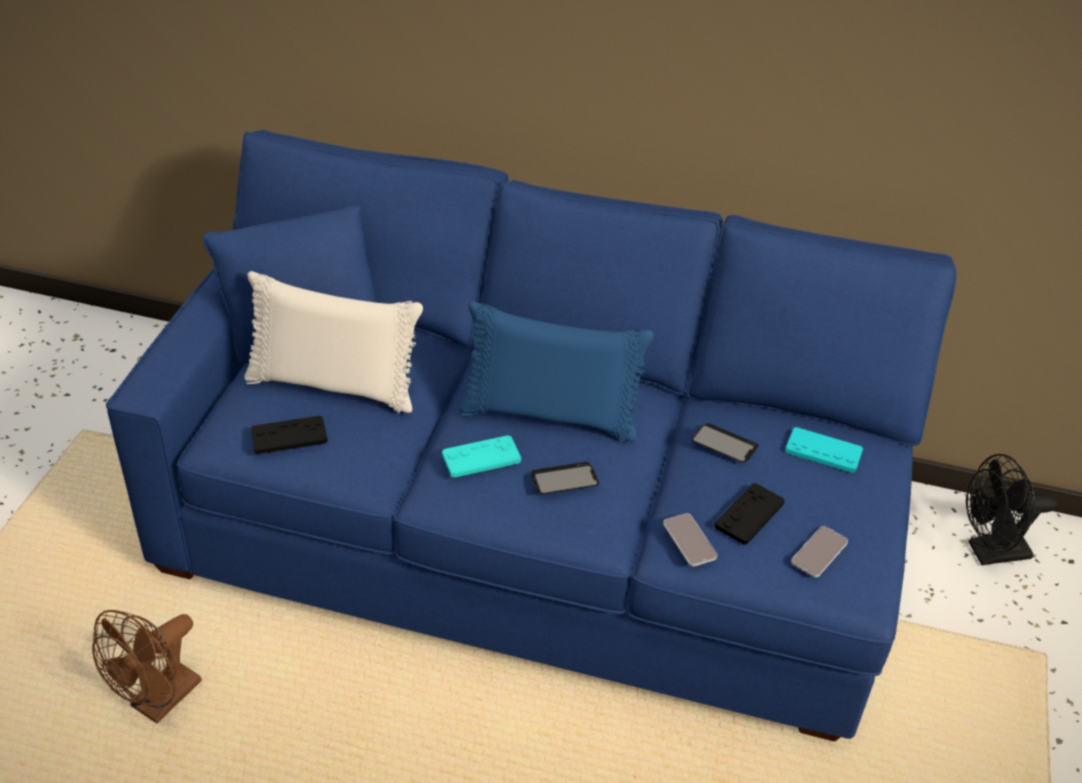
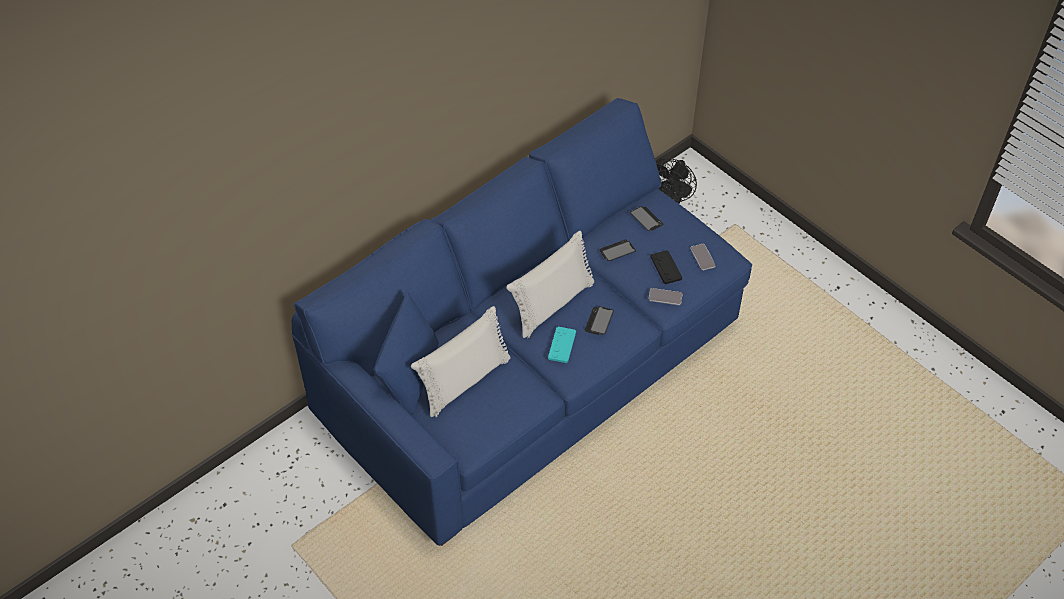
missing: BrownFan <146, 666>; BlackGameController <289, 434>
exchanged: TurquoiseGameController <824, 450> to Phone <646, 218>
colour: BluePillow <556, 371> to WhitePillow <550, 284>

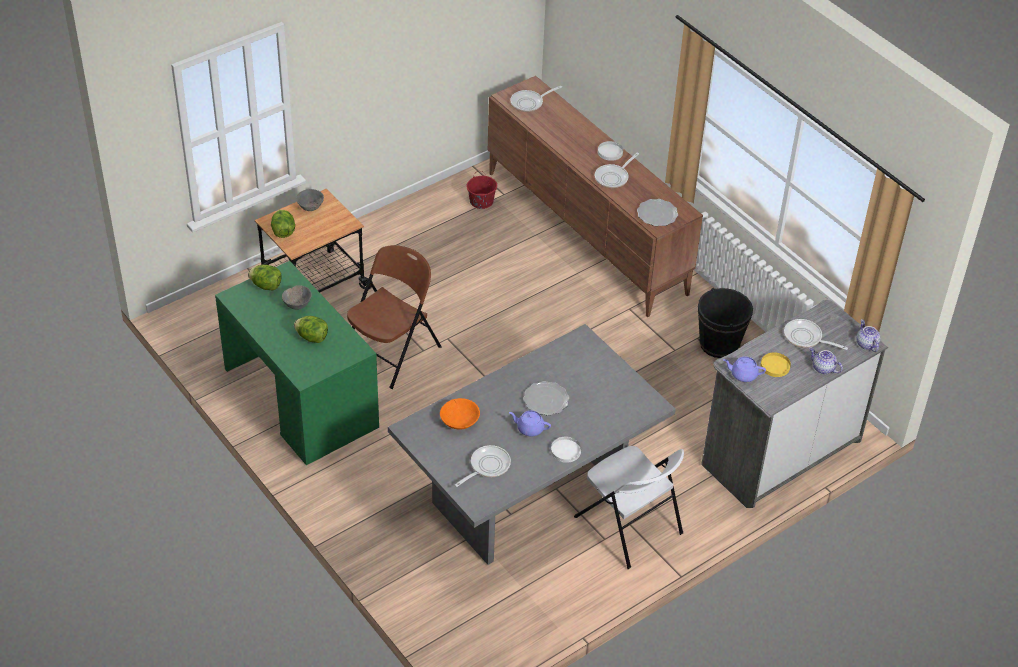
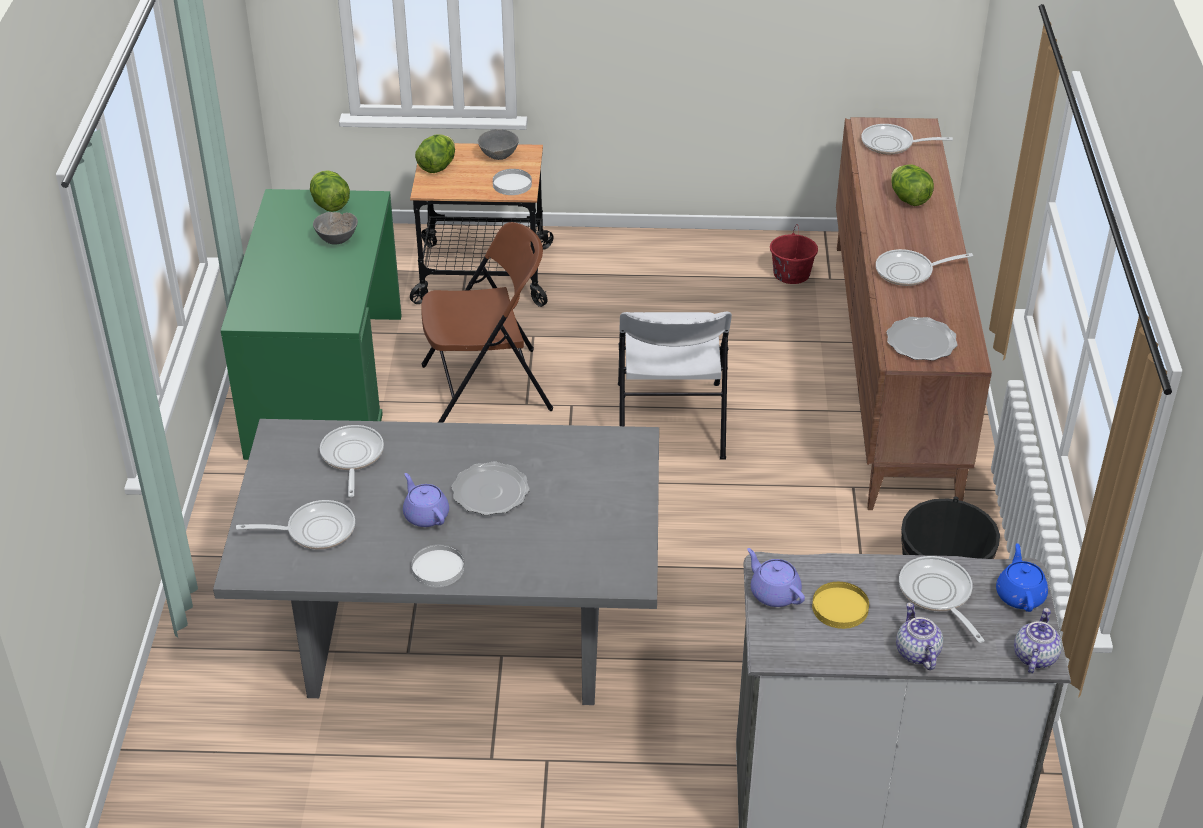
appeared: BlueTeapot <1022, 577>
relocated: WhitePlate <610, 151> to <512, 182>; WhiteChair <629, 507> to <675, 386>; Lettuce <311, 329> to <912, 185>
exchanged: OrangeBowl <460, 413> to FryingPan <352, 461>

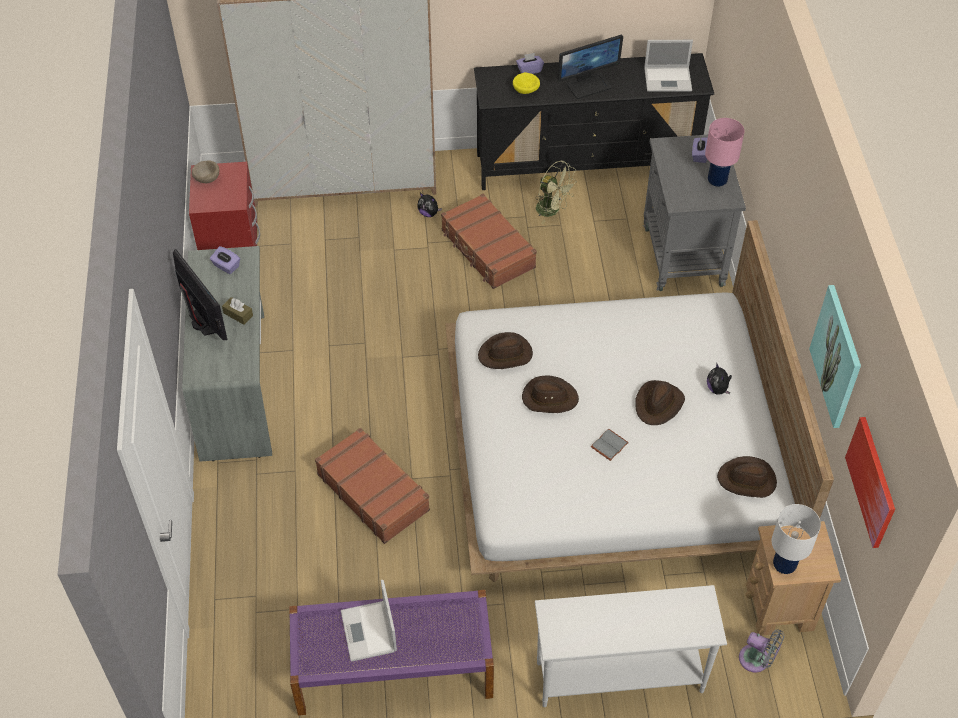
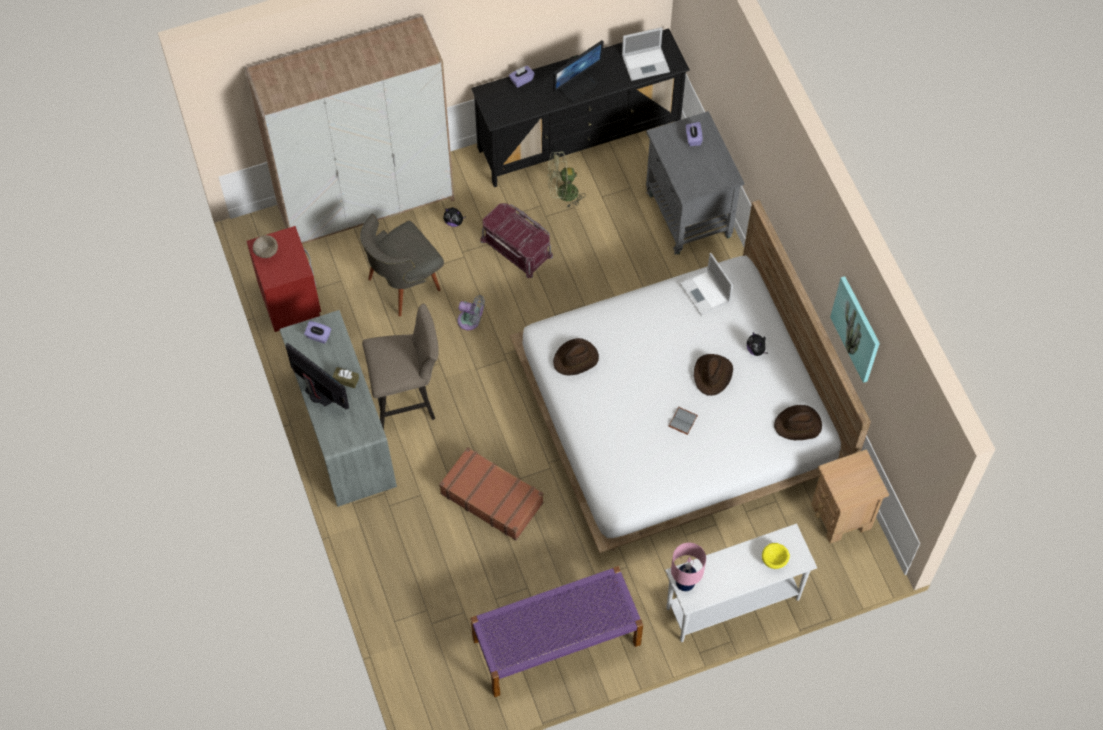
missing: BrownHat <550, 394>; WhiteTableLamp <796, 539>; Picture <870, 482>
appeared: GreyChair <402, 265>; BeigeStool <400, 367>
relocated: GreyFan <761, 651> to <471, 312>; PinkTableLamp <724, 152> to <688, 567>; Laptop <369, 621> to <706, 284>; YellowBowl <526, 83> to <776, 556>
exchanged: BrownSuitcase <489, 241> to RedStorageBox <516, 240>
spun: GreenFan <556, 192> = <565, 179> 150 degrees clockwise

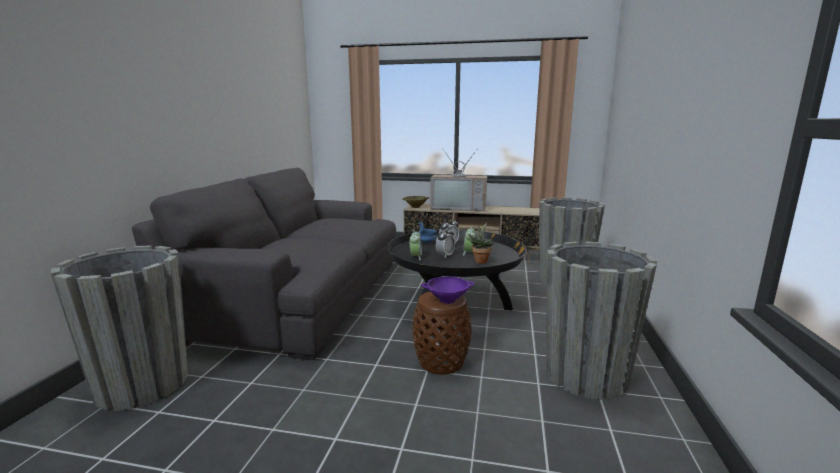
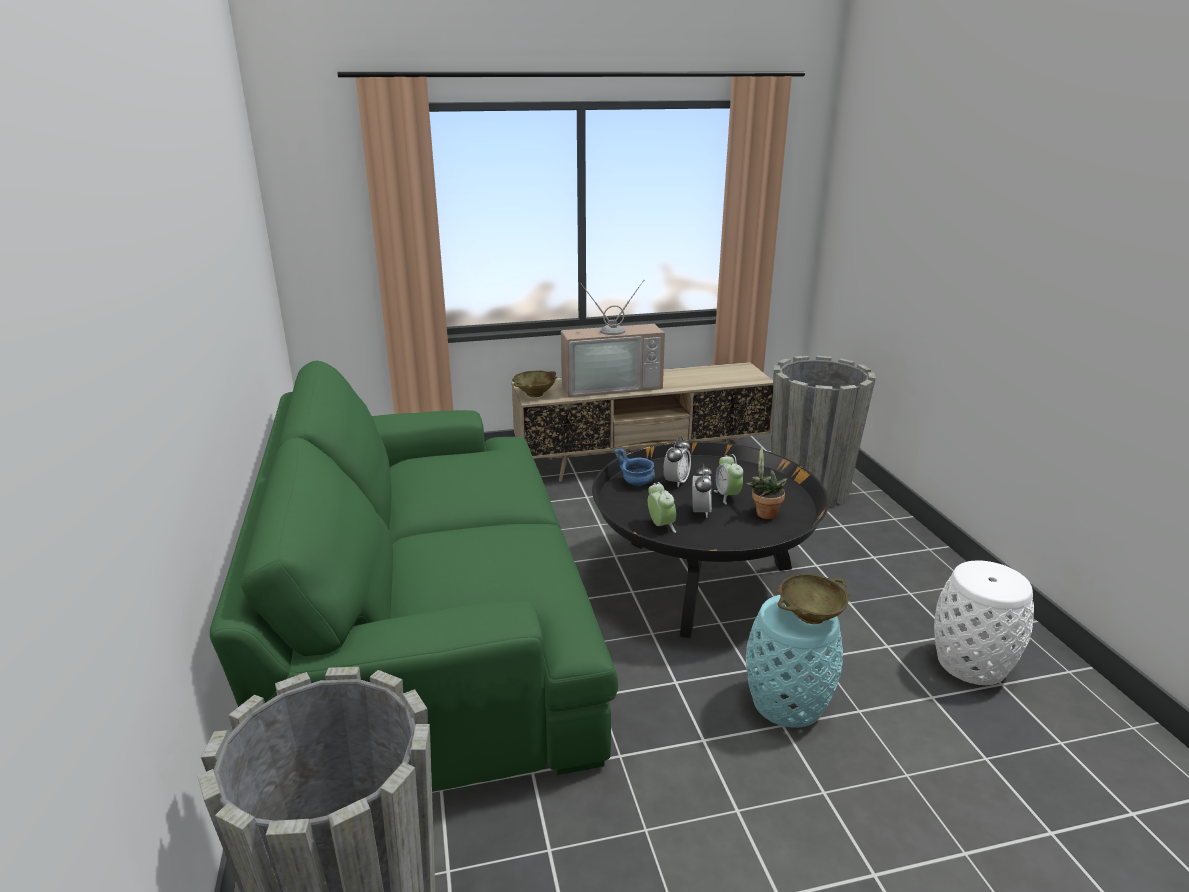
exchanged: GreyPlanter <601, 320> to WhiteStool <984, 622>
colour: GreySofa <264, 264> to GreenSofa <414, 576>; BrownStool <441, 333> to TurquoiseStool <794, 661>; PurpleBowl <448, 290> to BeigeBowl <813, 599>

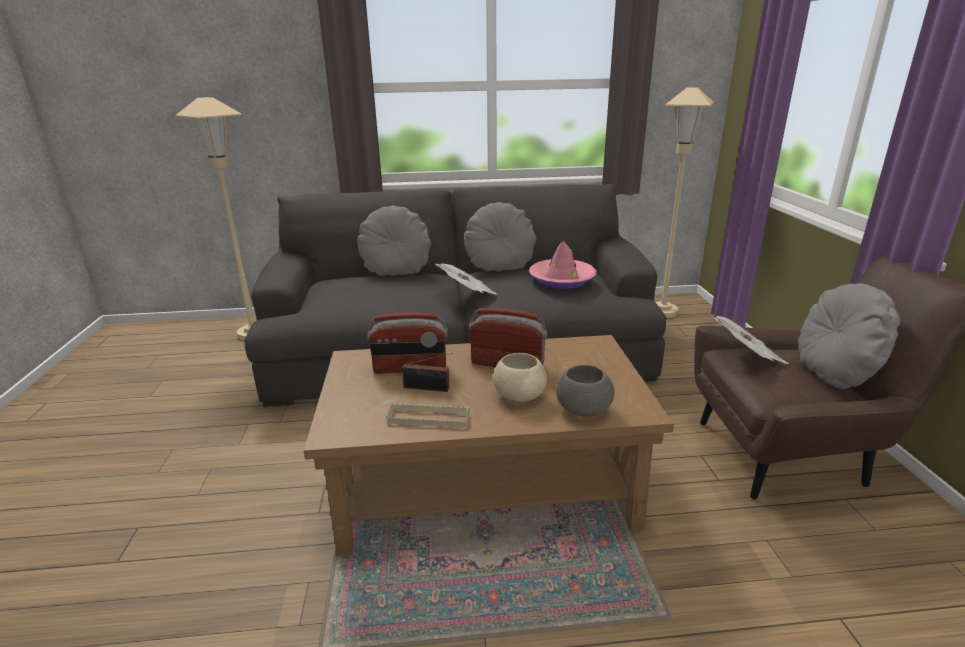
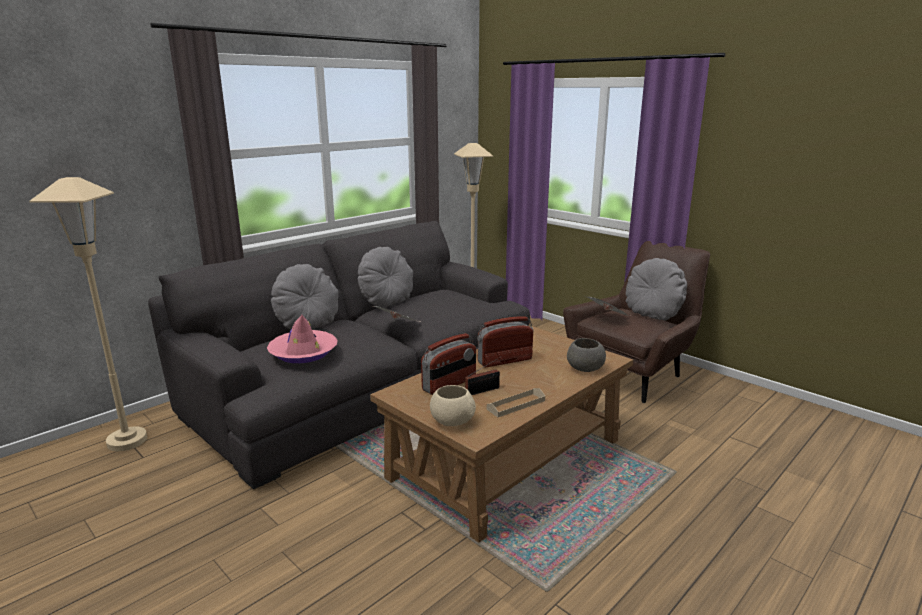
relocated: PinkHat <563, 264> to <302, 339>; BeigeBowl <520, 377> to <453, 405>

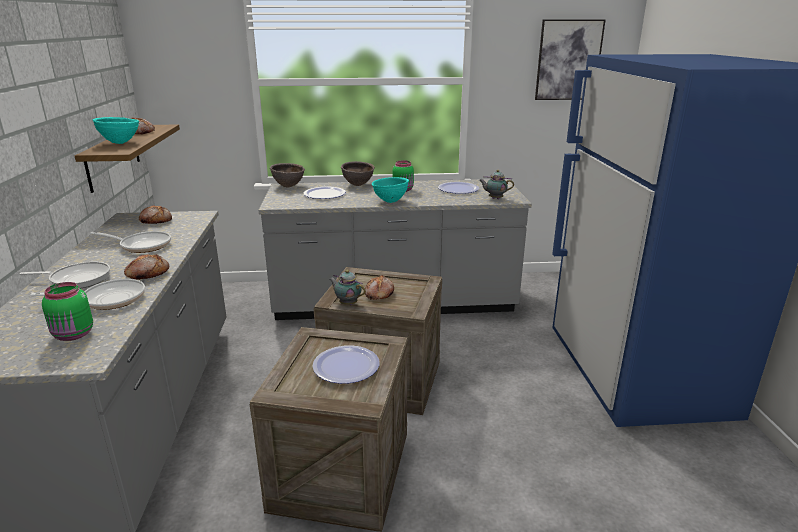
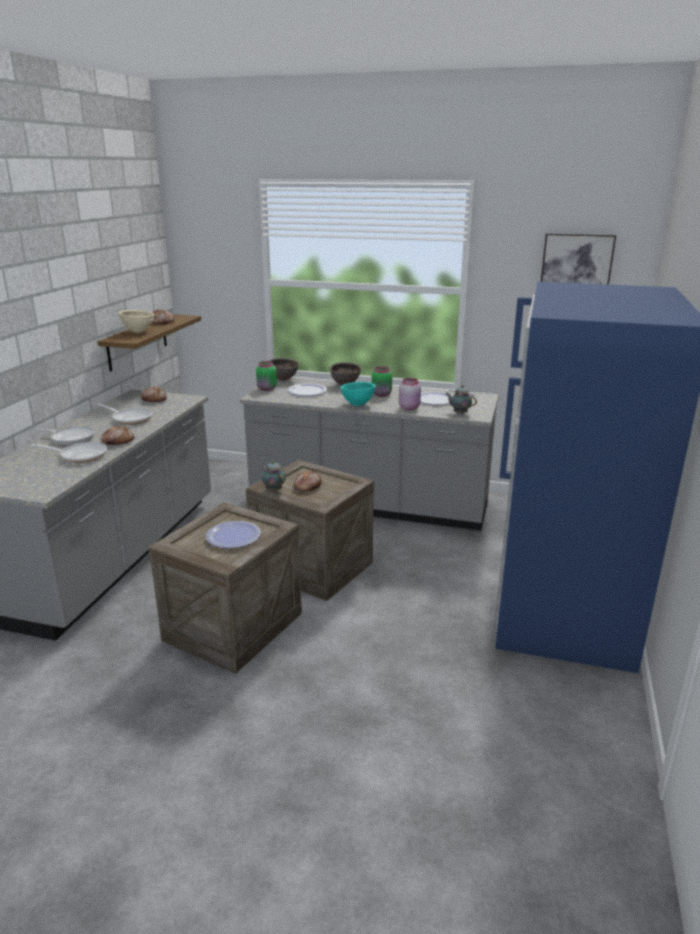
appeared: PinkJar <410, 394>
relocated: GreenJar <67, 311> to <266, 376>
colour: TurquoiseBowl <116, 130> to BeigeBowl <136, 321>

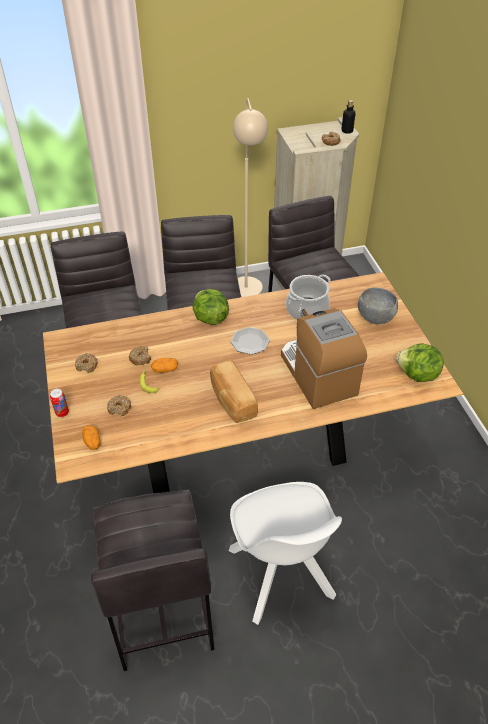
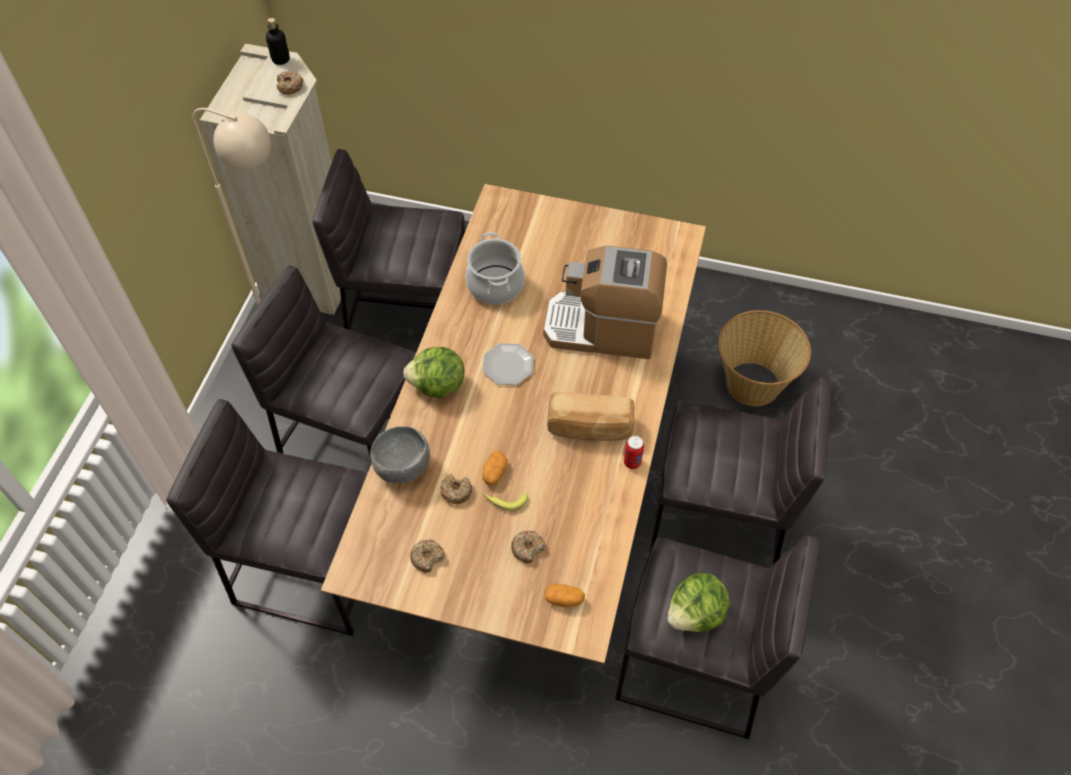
appeared: Basket <764, 358>
relocated: GreyBowl <378, 306> to <400, 454>; Can <59, 403> to <634, 452>; Lettuce <420, 363> to <698, 602>
exchanged: WhiteChair <285, 553> to GreyStool <740, 471>

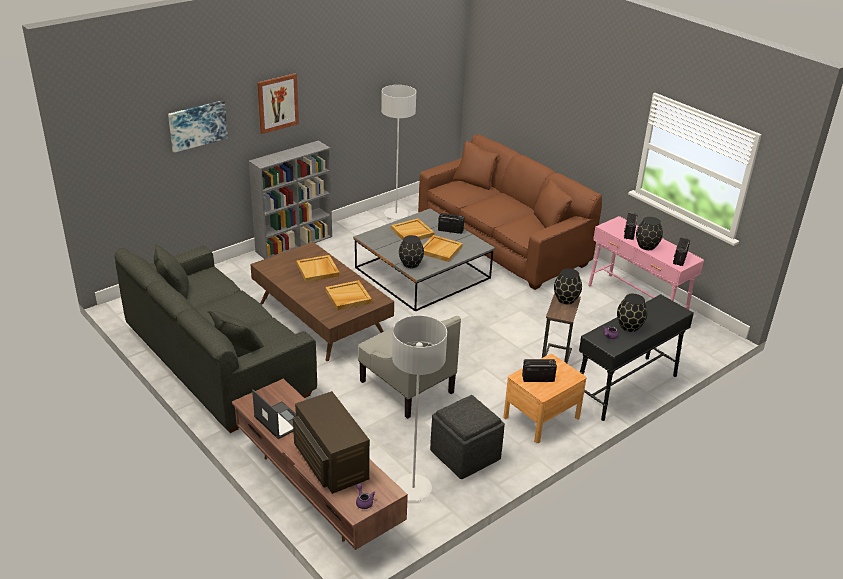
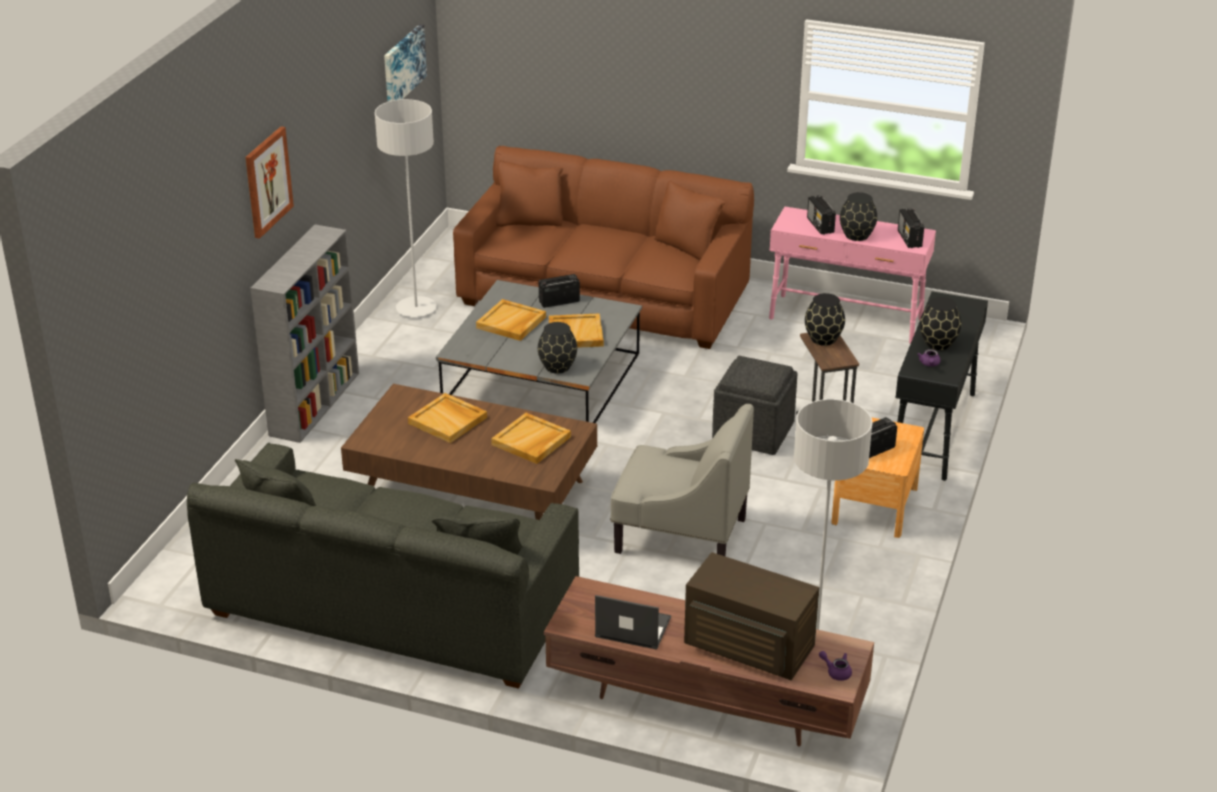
relocated: Picture <198, 126> to <405, 63>; GreyOttoman <467, 437> to <755, 405>

